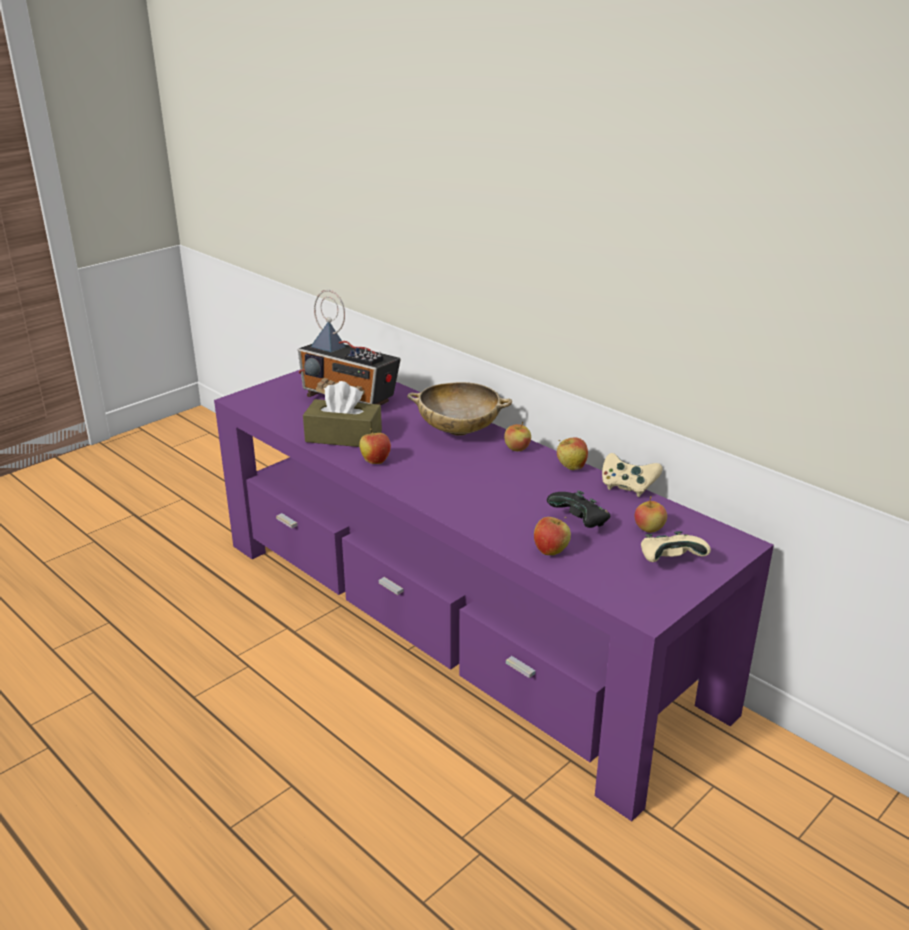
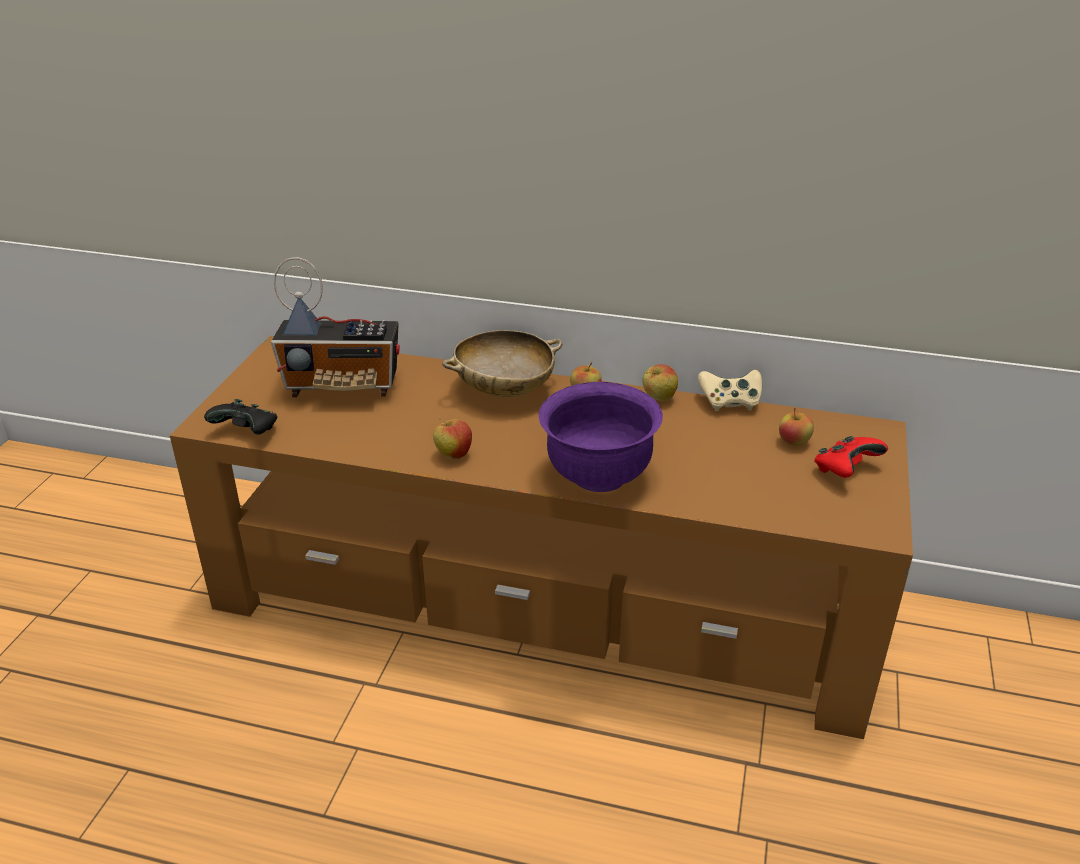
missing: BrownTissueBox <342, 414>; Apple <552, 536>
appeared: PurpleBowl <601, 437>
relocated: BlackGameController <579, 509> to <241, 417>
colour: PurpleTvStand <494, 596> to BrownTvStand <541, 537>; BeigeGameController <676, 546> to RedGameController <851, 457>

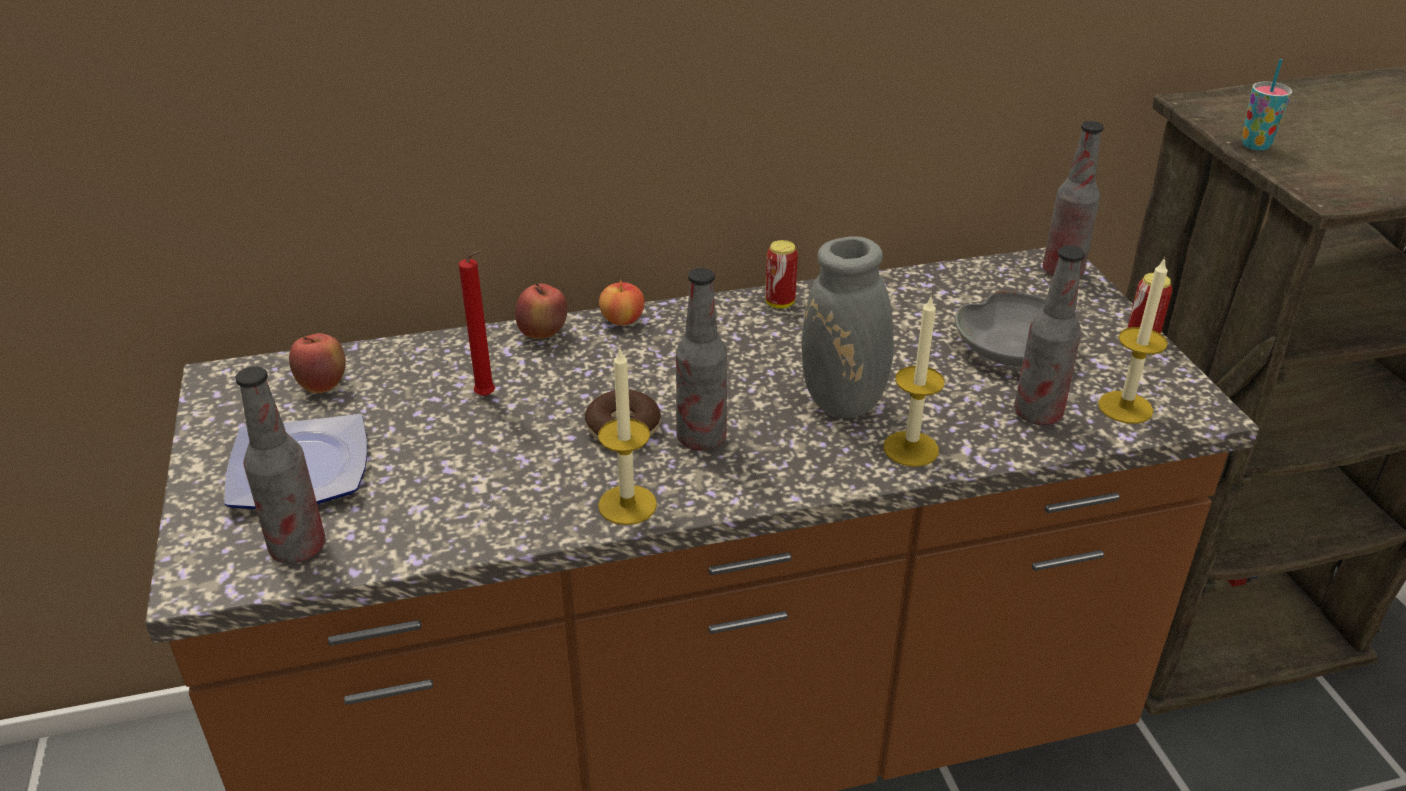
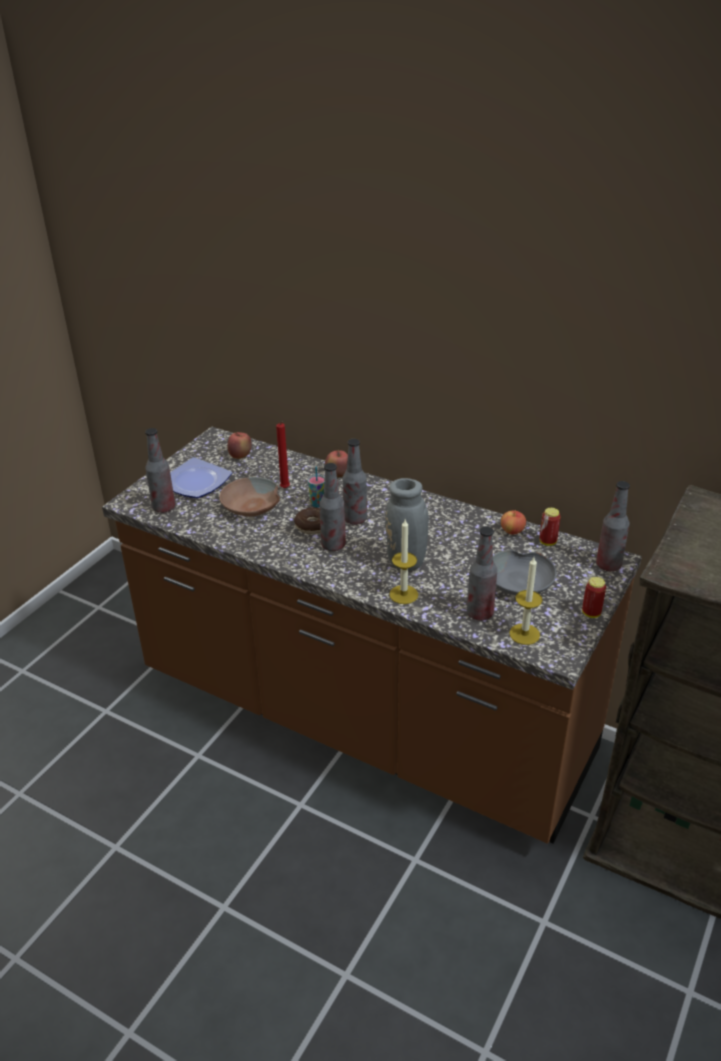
missing: Candle <627, 436>
appeared: BrownBowl <249, 497>; Bottle <355, 482>
relocated: Cup <1266, 104> to <316, 487>; Apple <622, 302> to <513, 522>; Can <781, 274> to <550, 527>

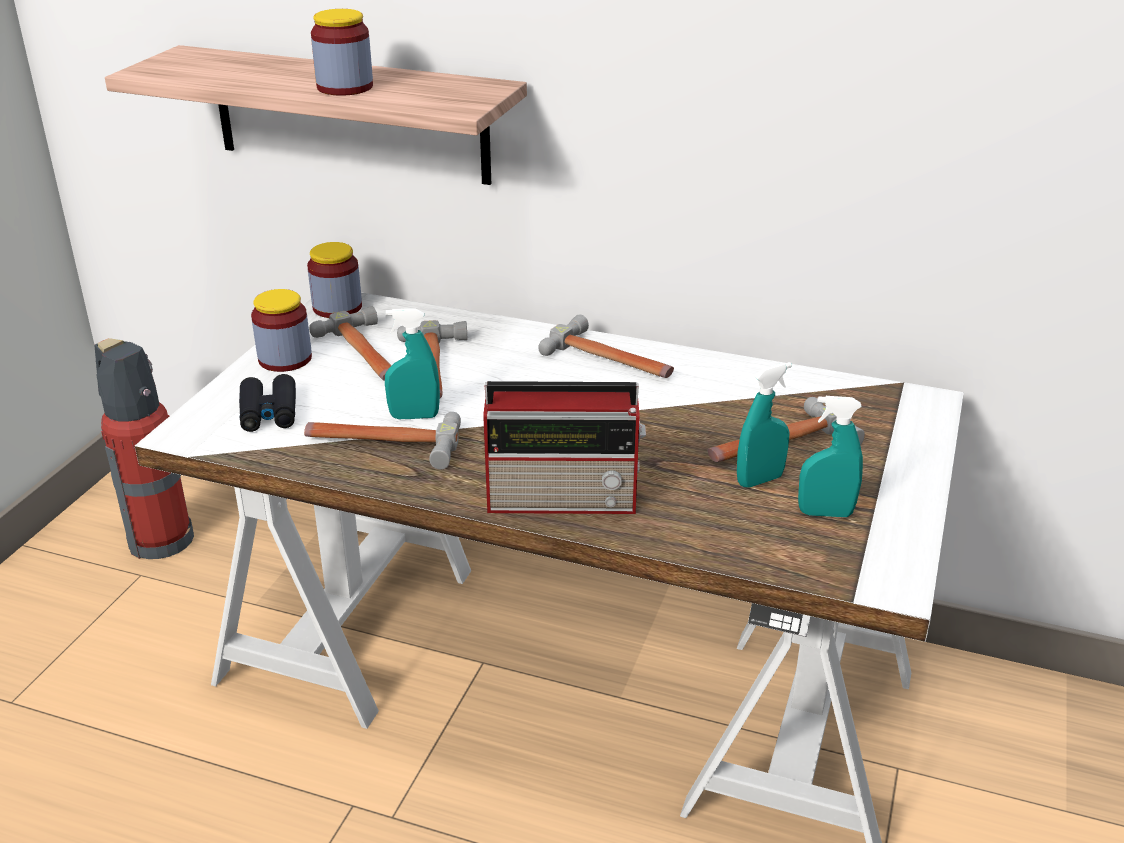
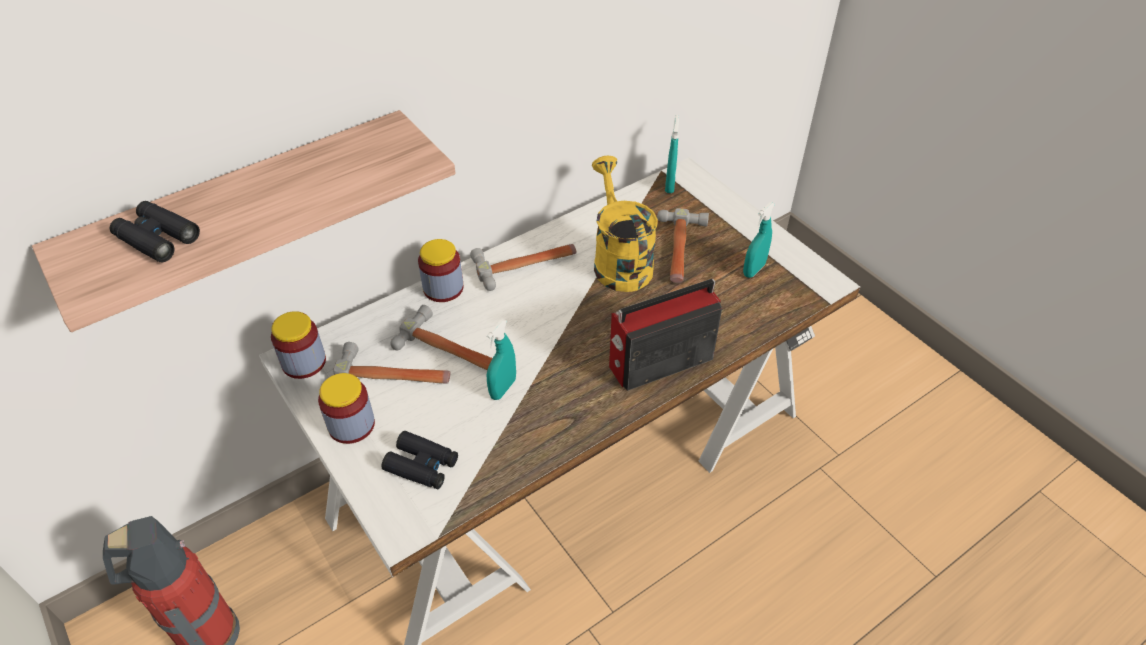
missing: Hammer <382, 440>
appeared: BlackBinoculars <155, 232>; YellowWateringCan <625, 224>
relocated: Jar <342, 52> to <440, 270>; TurquoiseSprayBottle <764, 424> to <672, 154>
spun: Radio <564, 447> = <665, 335> 150 degrees counterclockwise

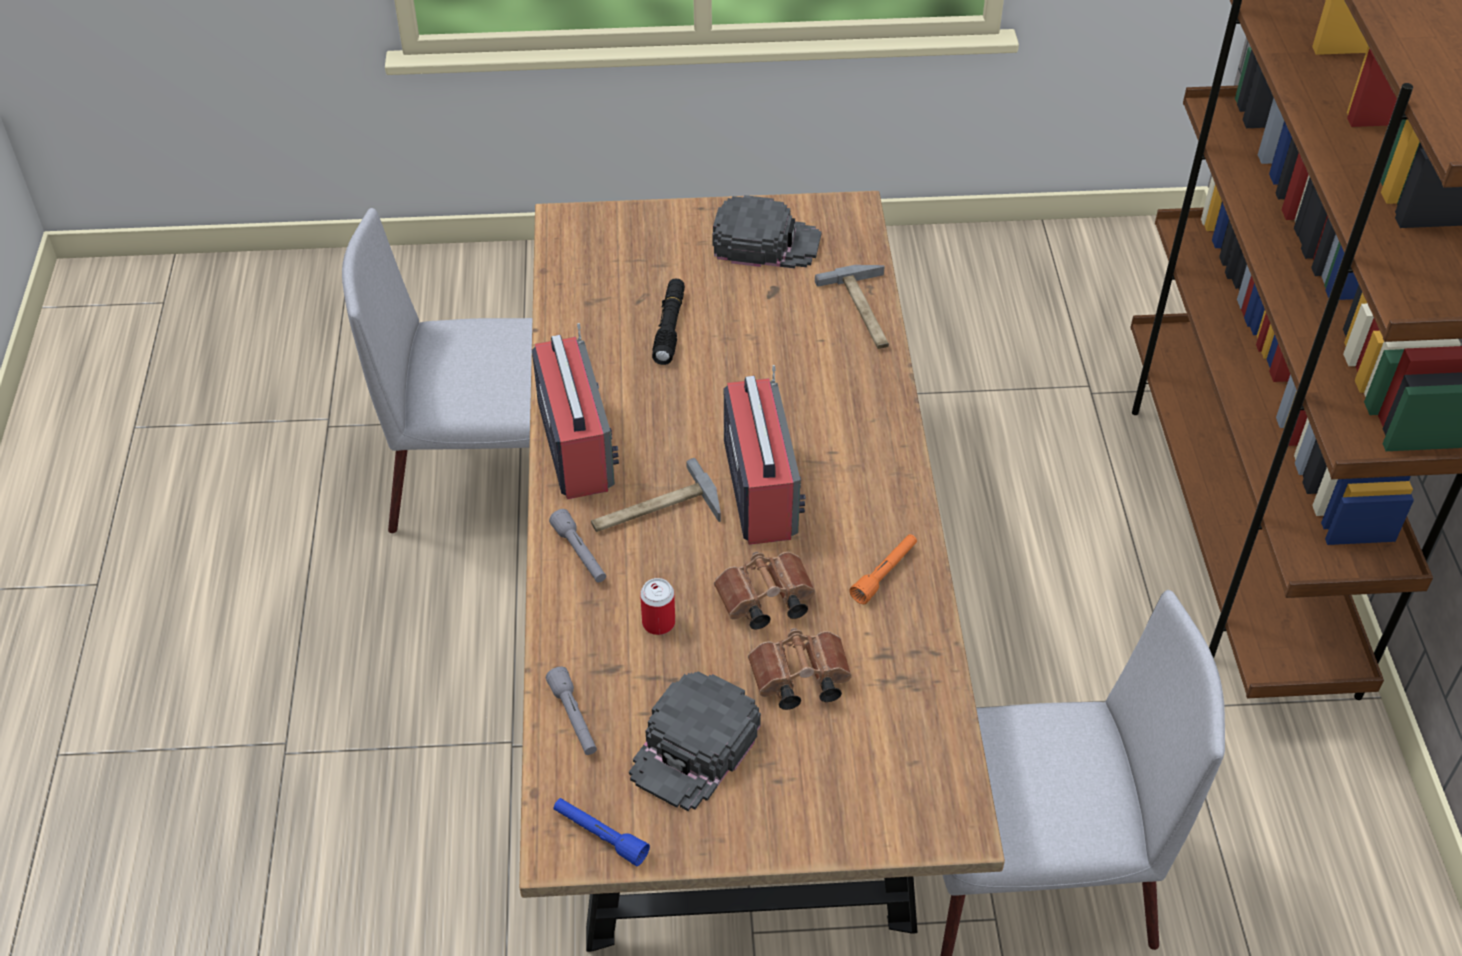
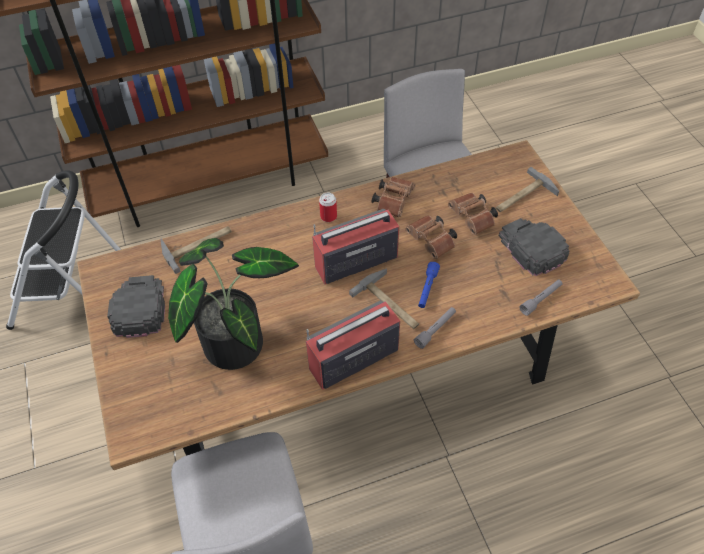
appeared: StepLadder <63, 250>; Hammer <527, 190>
relocated: Can <657, 606> to <328, 207>; BlueFlashlight <602, 832> to <429, 285>
exchanged: BlackFlashlight <668, 322> to PottedPlant <233, 304>; OrangeFlashlight <883, 569> to BrownBinoculars <393, 197>
spun: BlackCap <695, 741> = <534, 247> 135 degrees counterclockwise

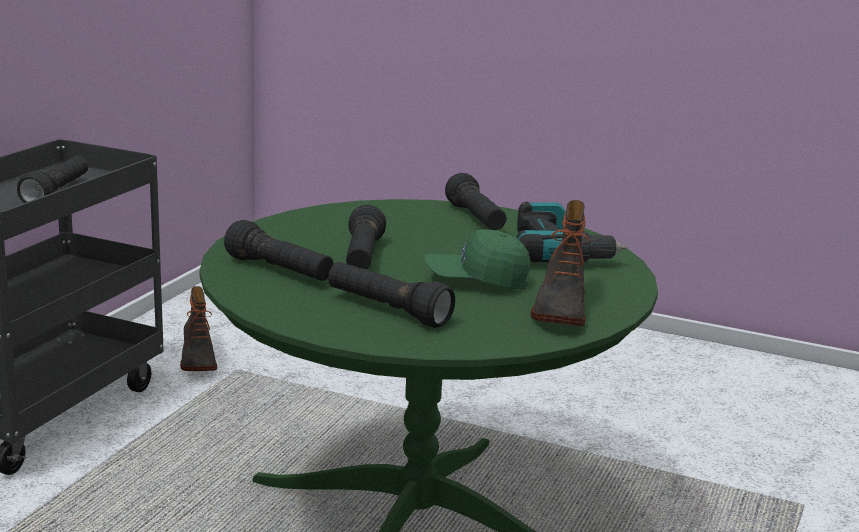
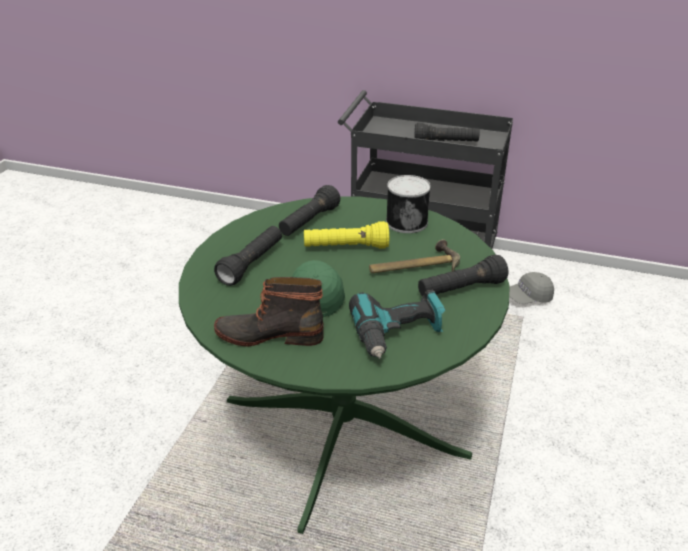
appeared: Hammer <414, 256>; Can <408, 204>
exchanged: Boot <198, 328> to GreyCap <531, 288>
colour: BlackFlashlight <366, 237> to YellowFlashlight <346, 235>

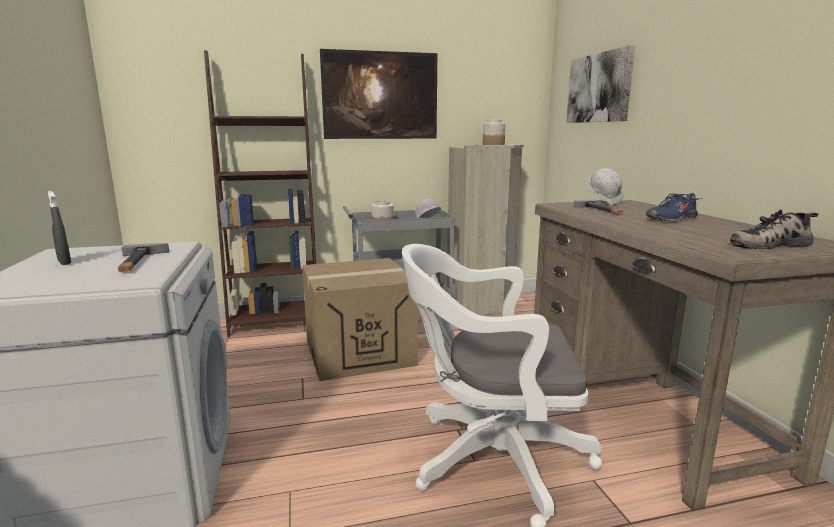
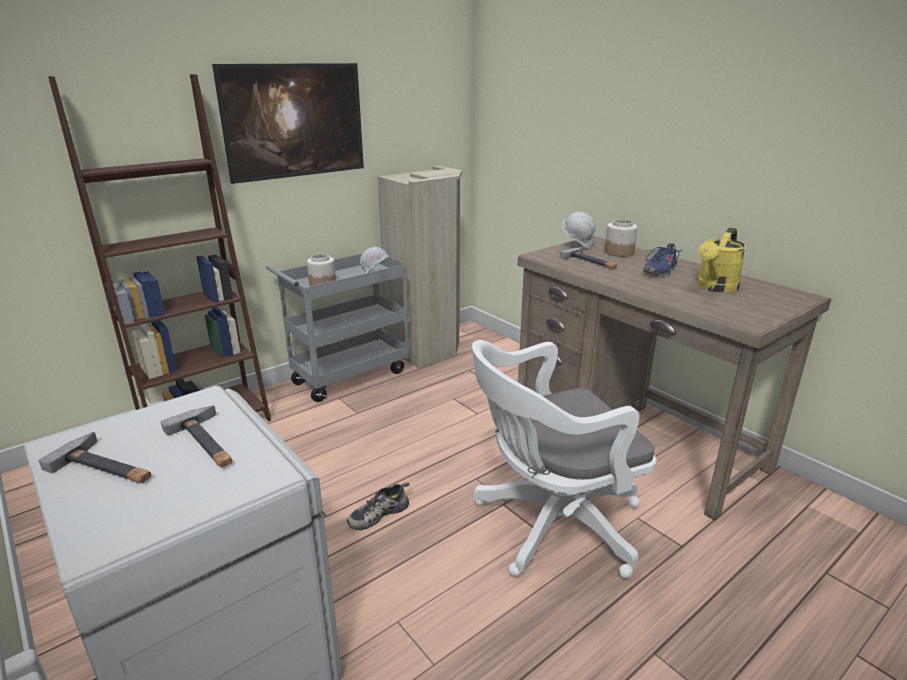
missing: CardboardBox <360, 319>; Picture <600, 84>
appeared: YellowWateringCan <722, 260>
relocated: Shoe <774, 229> to <378, 506>; Jar <494, 132> to <621, 238>
exchanged: GreySprayBottle <59, 228> to Hammer <95, 457>

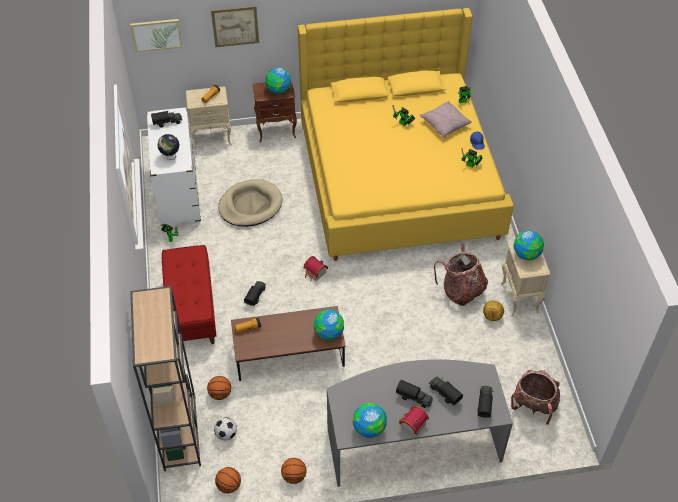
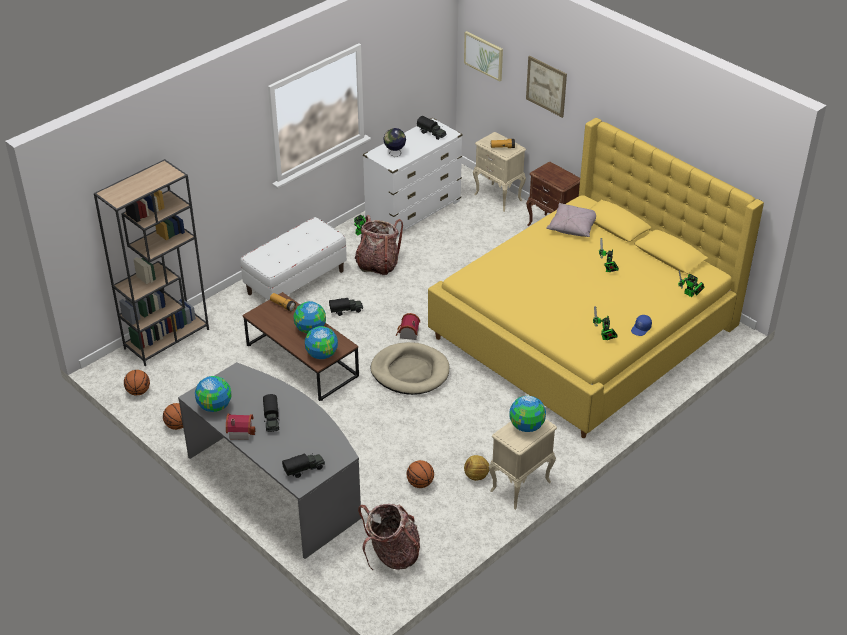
missing: Football <225, 428>; ToyTruck <446, 391>
relocated: Globe <278, 81> to <310, 317>; Backpack <461, 275> to <379, 245>; BeigeDogBed <250, 203> to <410, 368>; Basketball <219, 388> to <420, 474>; PurplePillow <446, 119> to <571, 220>
colour: RedBench <189, 294> to WhiteBench <293, 258>

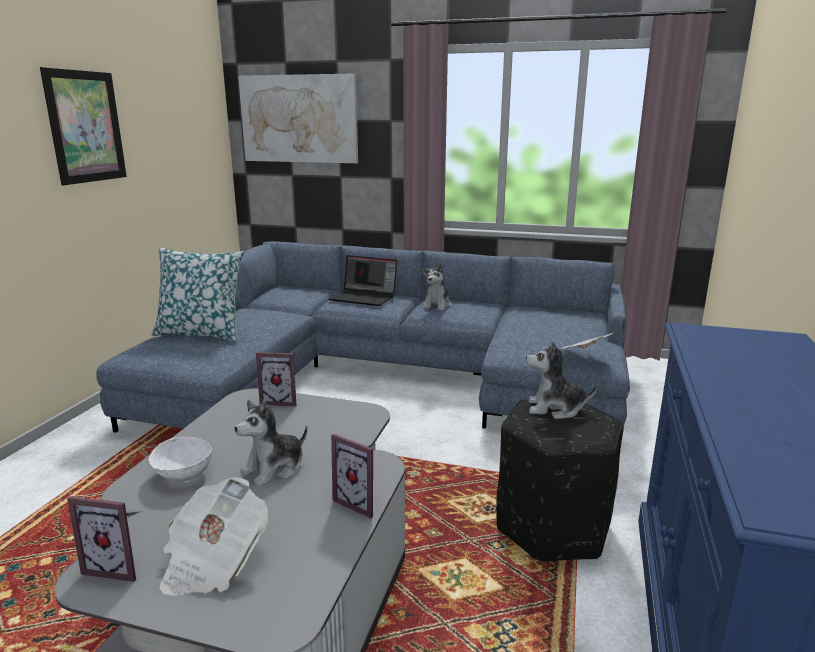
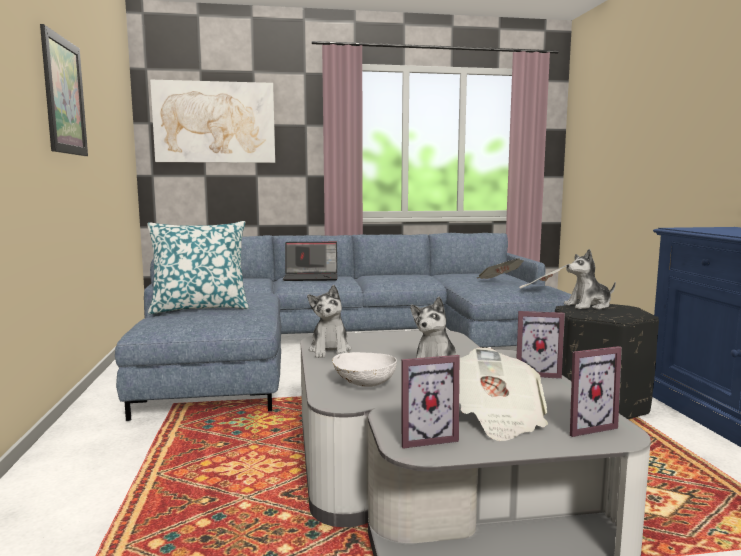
appeared: Newspaper <500, 269>
relocated: PlushToy <437, 286> to <329, 321>; PictureFrame <276, 379> to <596, 391>

